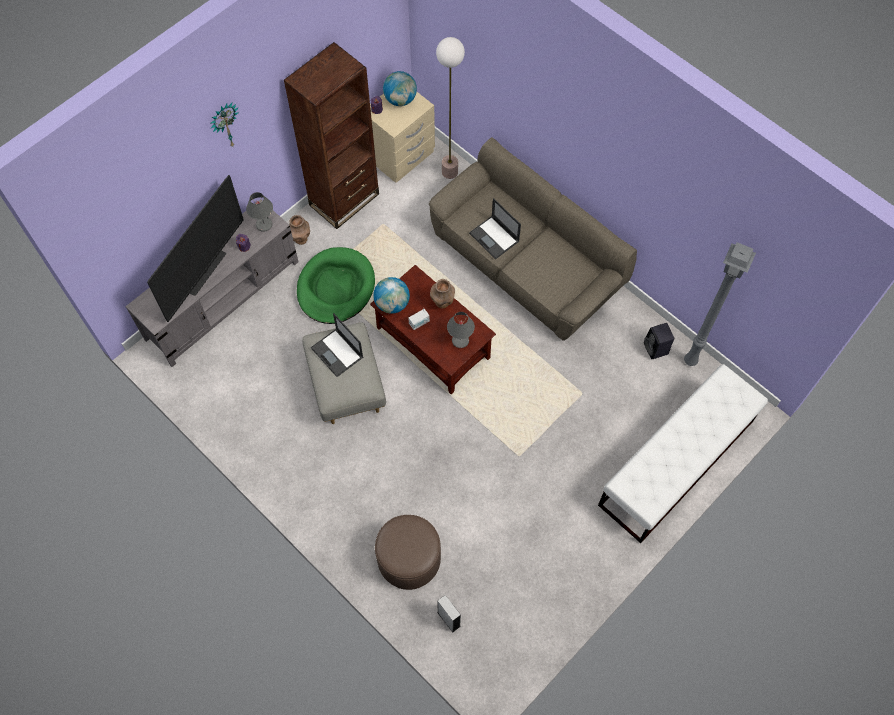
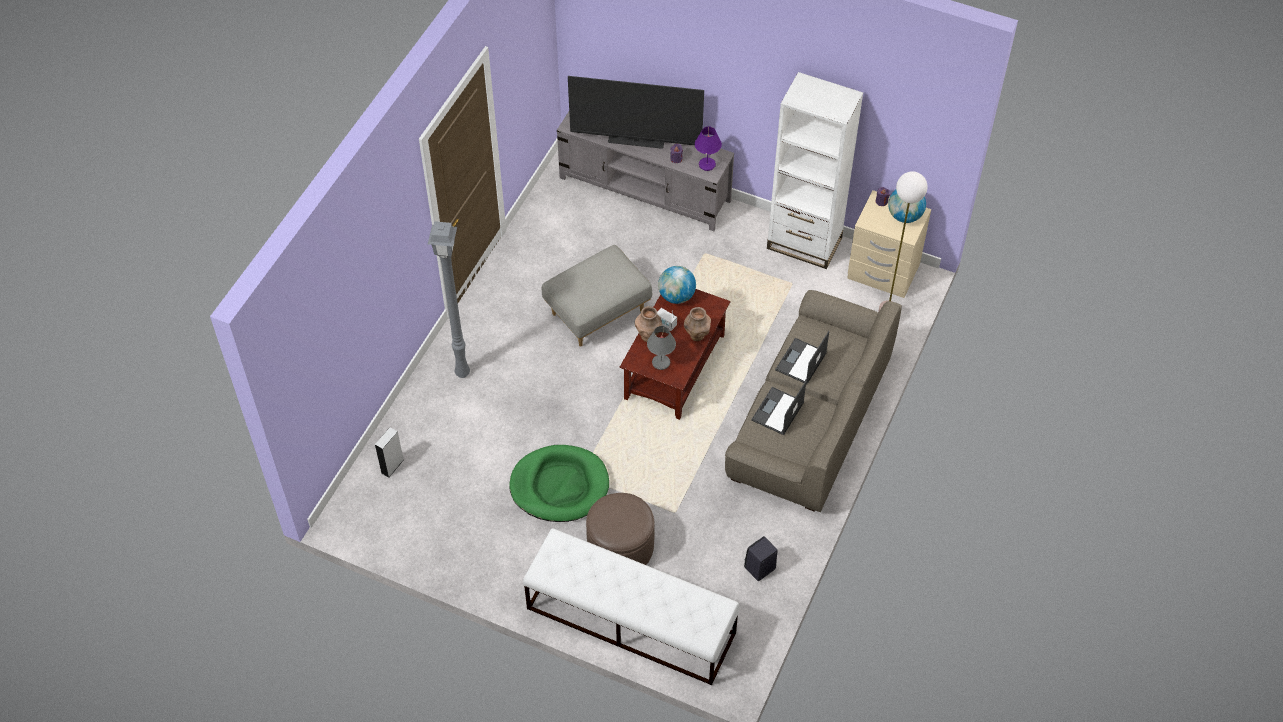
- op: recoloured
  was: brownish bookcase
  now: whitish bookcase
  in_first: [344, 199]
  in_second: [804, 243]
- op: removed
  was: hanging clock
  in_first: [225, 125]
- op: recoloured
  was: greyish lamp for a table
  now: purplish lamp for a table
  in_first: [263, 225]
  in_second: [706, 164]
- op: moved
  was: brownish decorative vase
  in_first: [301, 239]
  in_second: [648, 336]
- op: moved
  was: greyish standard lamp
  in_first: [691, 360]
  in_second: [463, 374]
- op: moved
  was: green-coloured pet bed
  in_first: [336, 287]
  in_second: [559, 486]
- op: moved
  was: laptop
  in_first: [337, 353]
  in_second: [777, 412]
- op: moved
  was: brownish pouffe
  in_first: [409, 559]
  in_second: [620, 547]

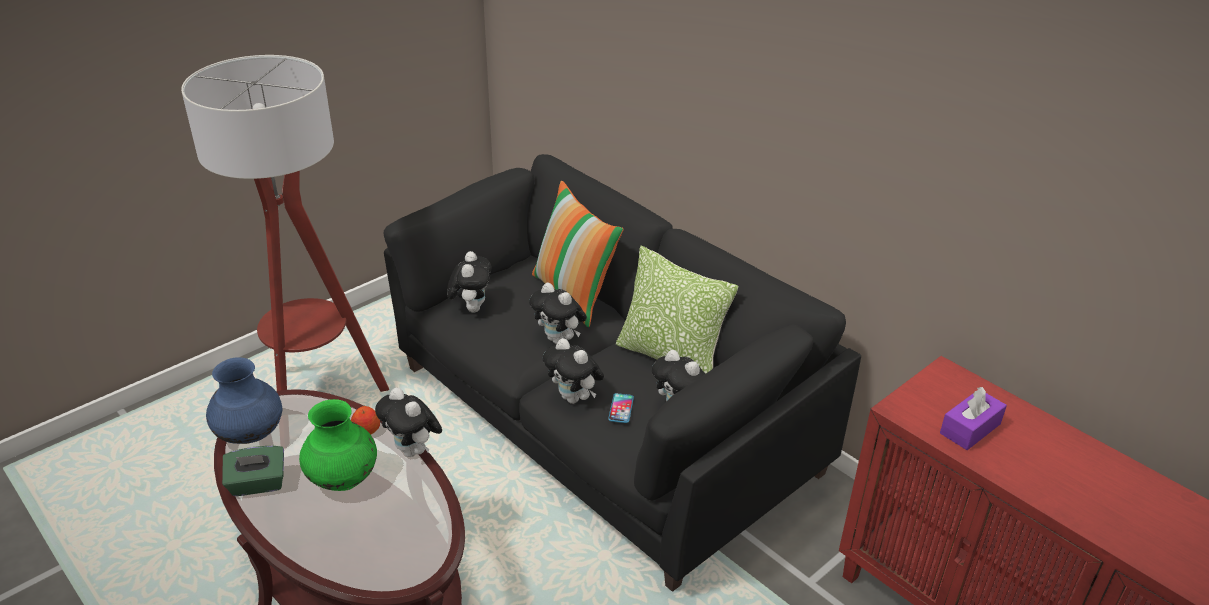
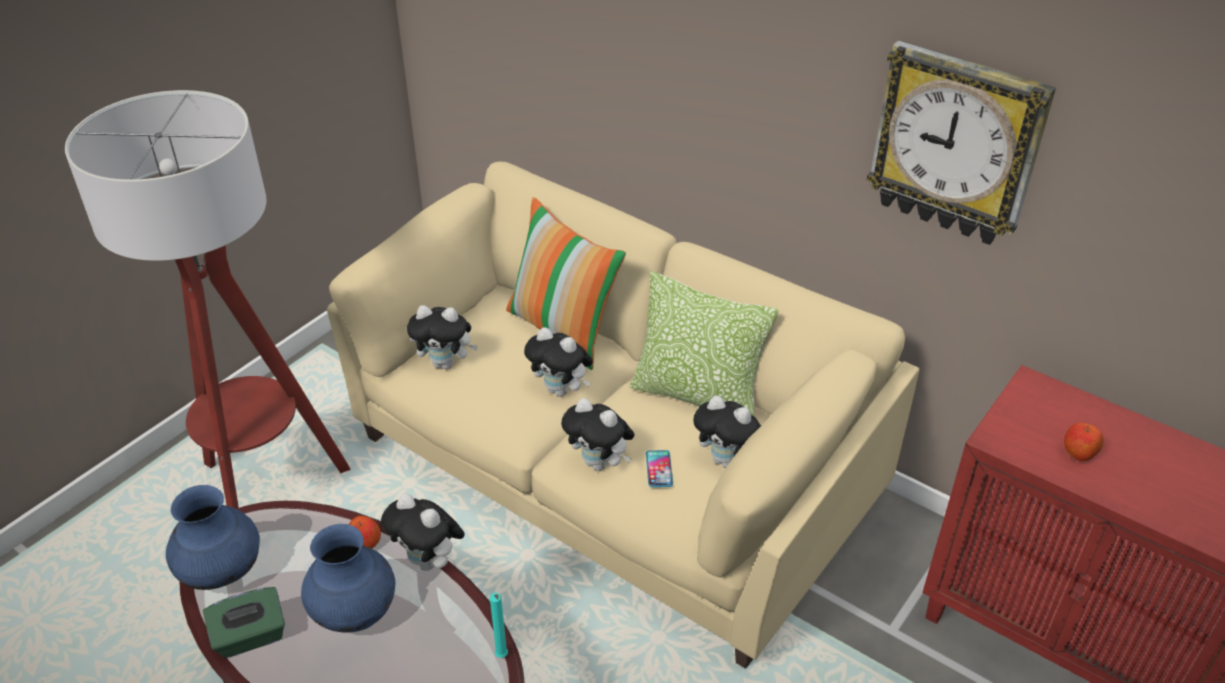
- op: recoloured
  was: blackish sofa
  now: beige sofa
  in_first: [604, 420]
  in_second: [614, 469]
- op: turned
  was: cuddly toy
  in_first: [471, 308]
  in_second: [446, 363]
  clockwise: 105
- op: replaced
  was: purplish tissue box
  now: apple
  in_first: [970, 429]
  in_second: [1079, 452]
- op: recoloured
  was: green-coloured decorative vase
  now: blue-coloured decorative vase
  in_first: [343, 480]
  in_second: [355, 613]
- op: added
  now: hanging clock
  in_second: [956, 144]
- op: added
  now: turquoise-coloured wax candle
  in_second: [502, 657]

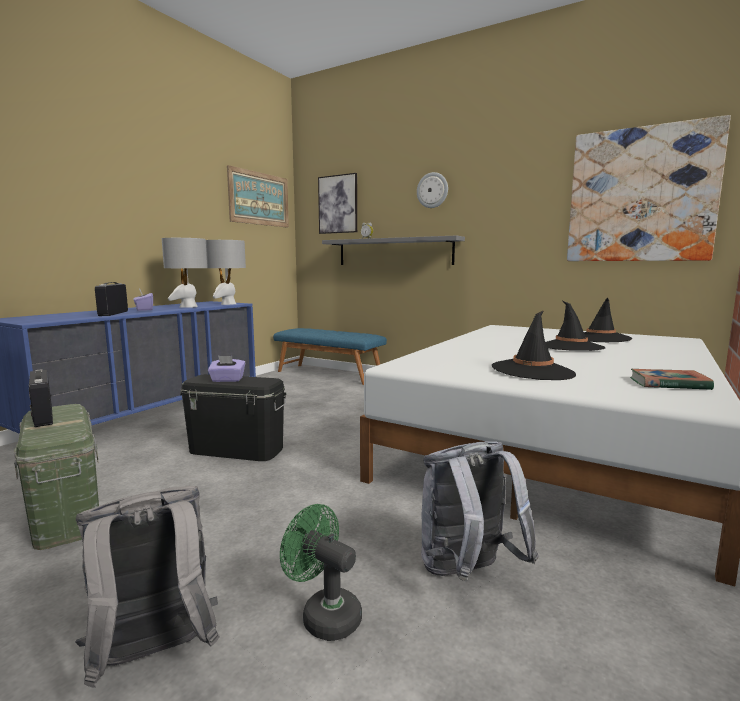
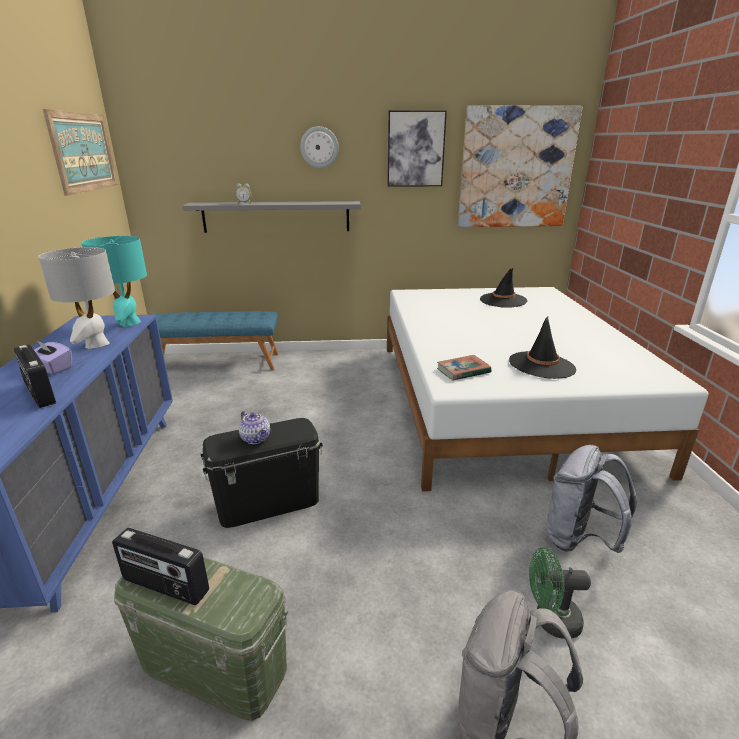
- op: moved
  was: picture
  in_first: [338, 204]
  in_second: [415, 149]
- op: recoloured
  was: greyish lamp for a table
  now: turquoise-coloured lamp for a table
  in_first: [228, 304]
  in_second: [129, 323]
- op: removed
  was: blackish hat
  in_first: [570, 347]
- op: replaced
  was: purplish tissue box
  now: tea pot
  in_first: [227, 380]
  in_second: [255, 438]
- op: moved
  was: book
  in_first: [669, 384]
  in_second: [463, 371]

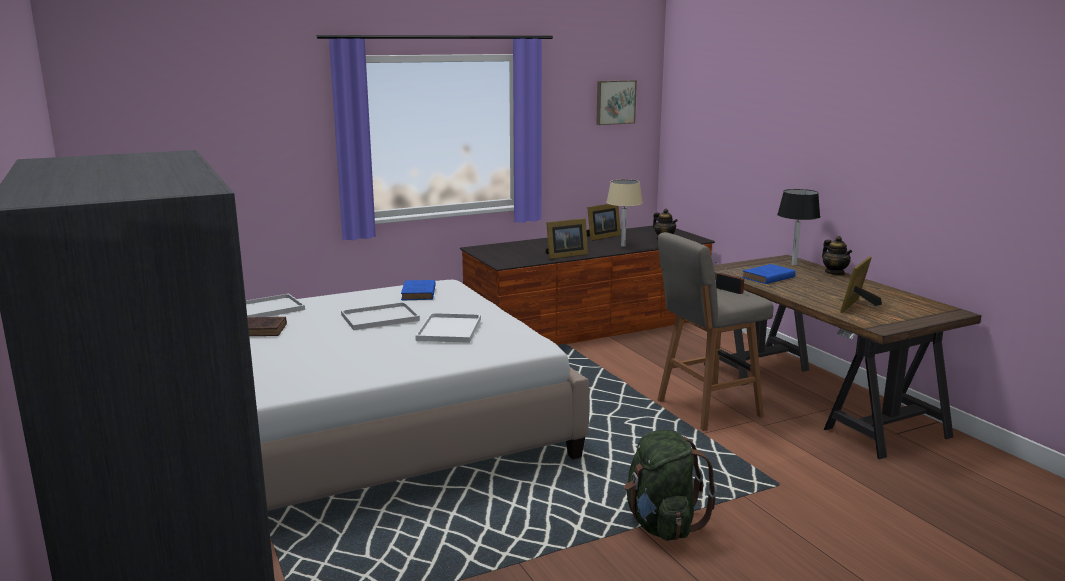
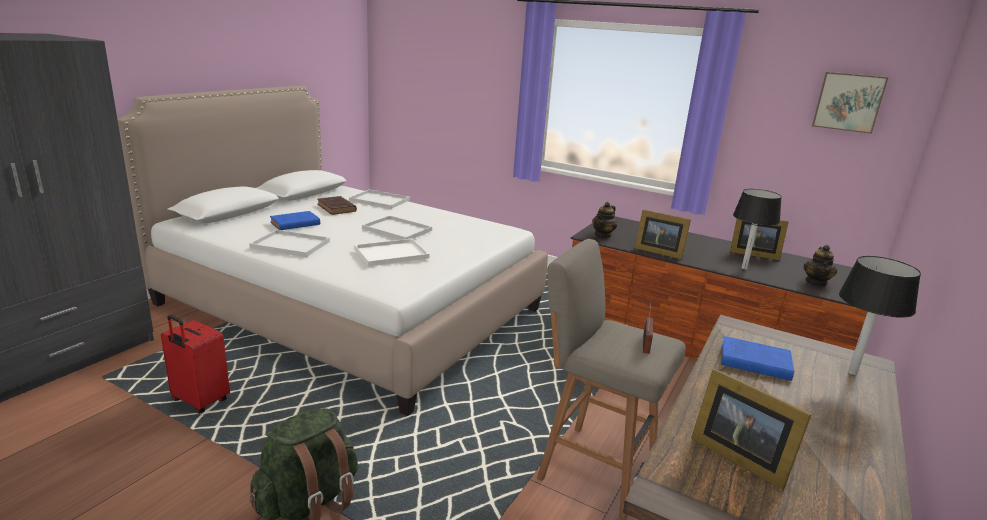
- op: recoloured
  was: beige lamp for a table
  now: blackish lamp for a table
  in_first: [623, 246]
  in_second: [744, 268]
- op: moved
  was: tea pot
  in_first: [835, 273]
  in_second: [603, 235]
- op: turned
  was: picture frame
  in_first: [857, 306]
  in_second: [737, 455]
  clockwise: -135
- op: moved
  was: blue-coloured book
  in_first: [418, 294]
  in_second: [294, 224]
- op: added
  now: whitish serving tray
  in_second: [292, 244]
- op: added
  now: red travel case
  in_second: [199, 401]

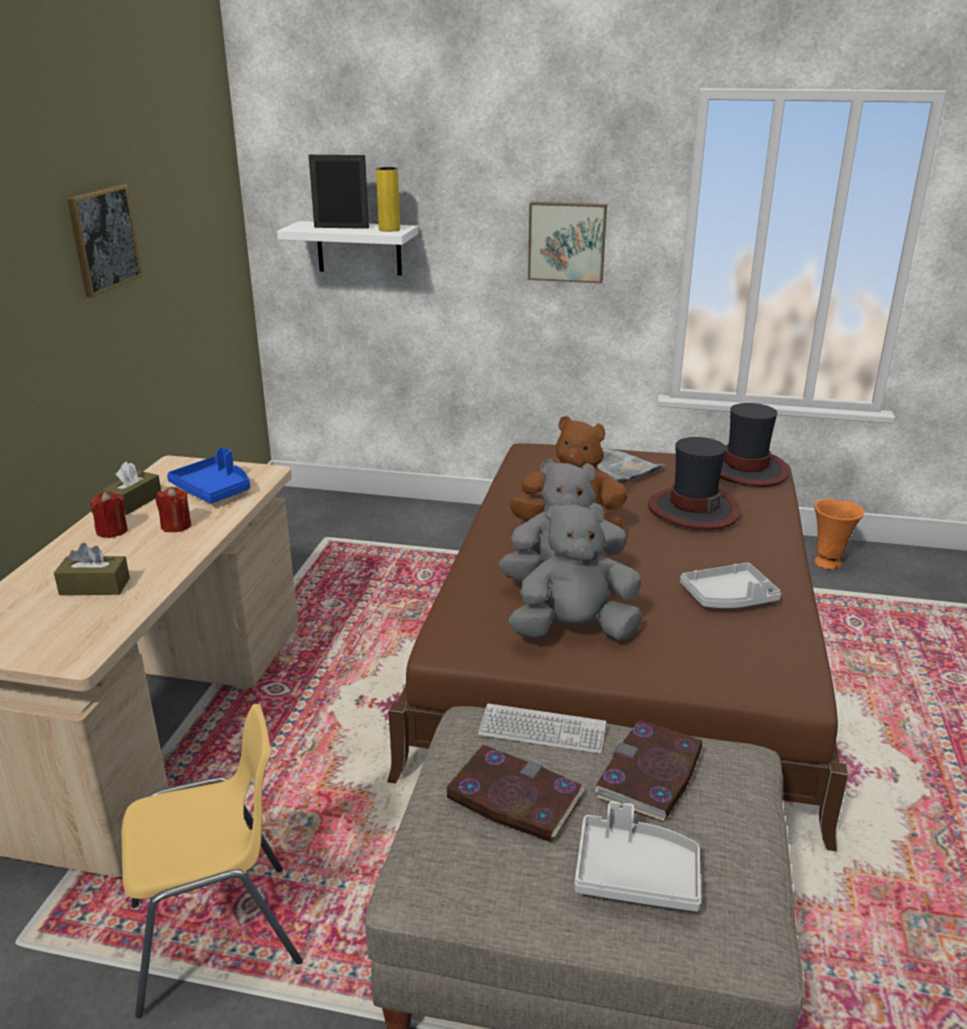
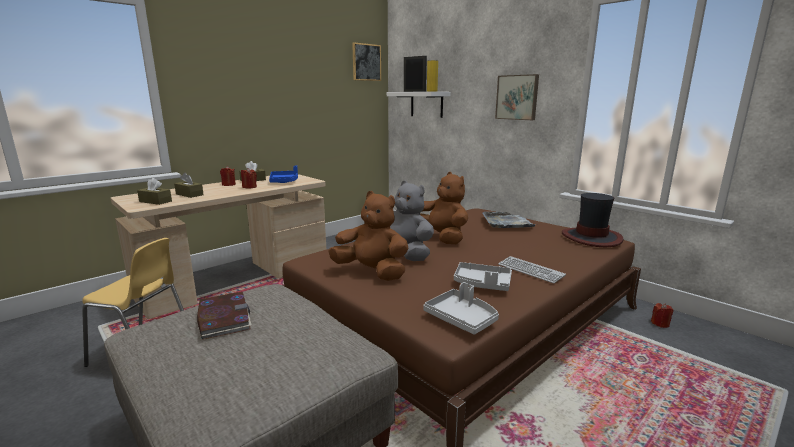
- op: moved
  was: picture
  in_first: [103, 239]
  in_second: [366, 62]
- op: removed
  was: hat
  in_first: [693, 509]
- op: replaced
  was: orange decorative vase
  now: red wax candle
  in_first: [828, 563]
  in_second: [660, 324]
- op: recoloured
  was: greyish cuddly toy
  now: brownish cuddly toy
  in_first: [574, 631]
  in_second: [372, 272]
- op: moved
  was: PC keyboard
  in_first: [542, 731]
  in_second: [530, 270]
- op: removed
  was: book
  in_first: [650, 775]
- op: moved
  was: greyish serving tray
  in_first: [635, 874]
  in_second: [462, 319]
- op: added
  now: brownish tissue box
  in_second: [155, 201]

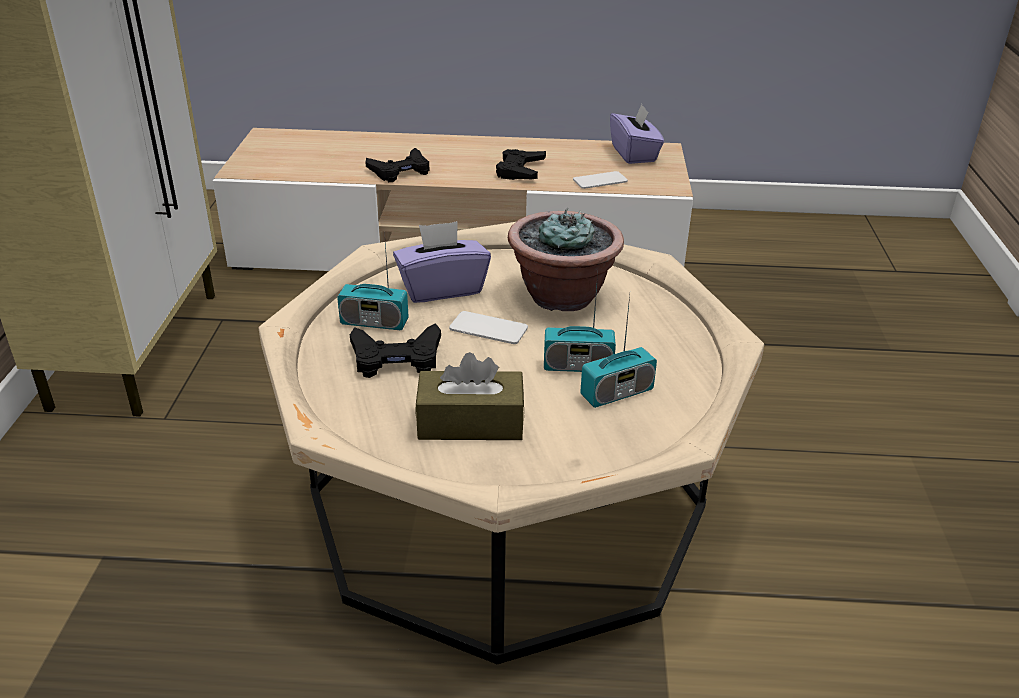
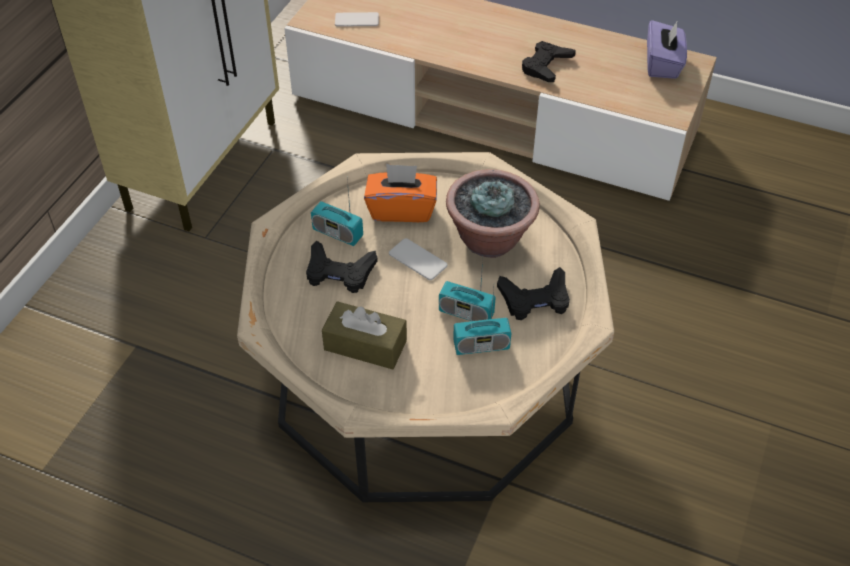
- op: moved
  was: blackish joypad
  in_first: [400, 171]
  in_second: [535, 299]
- op: moved
  was: handset
  in_first: [600, 181]
  in_second: [357, 20]
- op: recoloured
  was: purplish tissue box
  now: orange tissue box
  in_first: [441, 288]
  in_second: [401, 209]

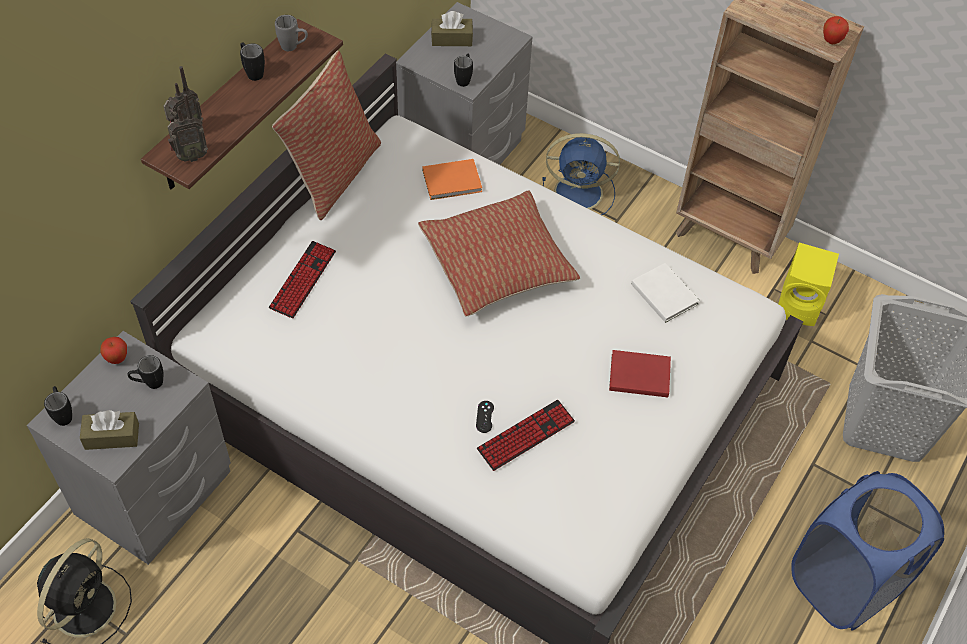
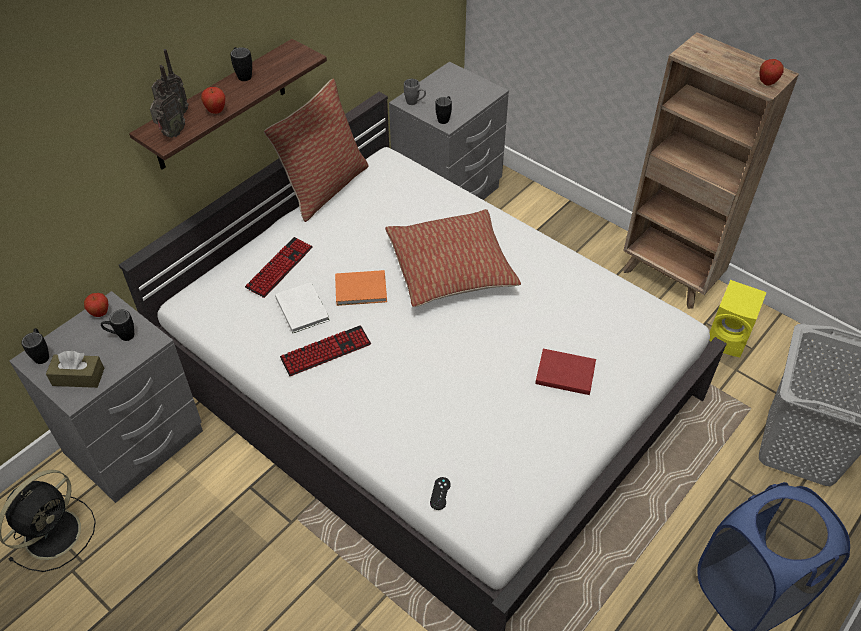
- op: removed
  was: brownish tissue box
  in_first: [452, 39]
- op: moved
  was: greyish coffee mug
  in_first: [294, 47]
  in_second: [415, 103]
- op: turned
  was: radio set
  in_first: [190, 156]
  in_second: [171, 134]
  clockwise: -45
- op: removed
  was: blue-coloured electric fan
  in_first: [580, 193]
- op: moved
  was: orange book
  in_first: [453, 181]
  in_second: [362, 290]
- op: moved
  was: whitish book
  in_first: [664, 293]
  in_second: [302, 308]
- op: moved
  was: PC keyboard
  in_first: [526, 436]
  in_second: [326, 351]
- op: moved
  was: blackish joypad
  in_first: [485, 417]
  in_second: [440, 493]
- op: added
  now: apple
  in_second: [216, 111]

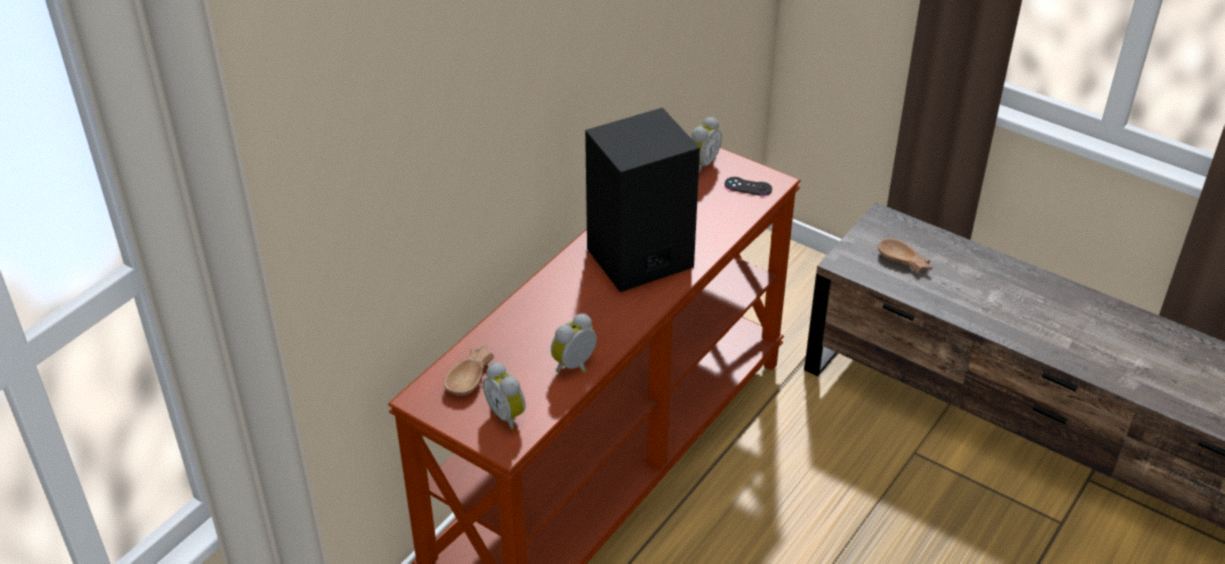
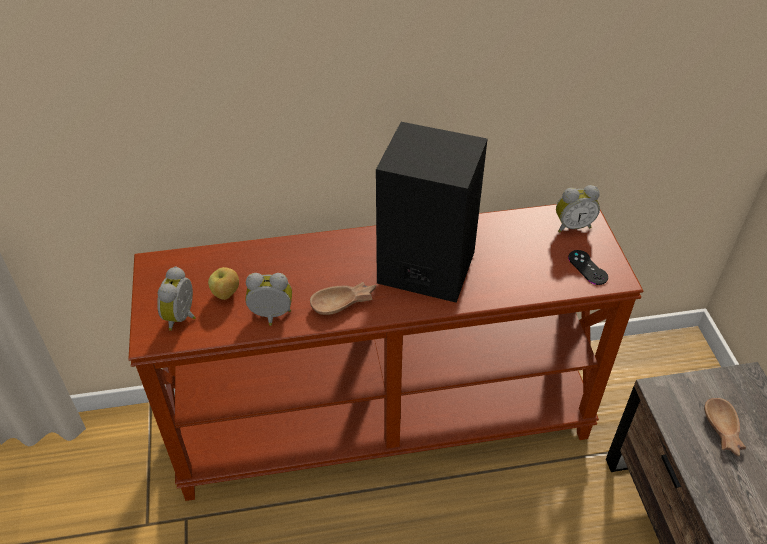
- op: moved
  was: brownish deep dish
  in_first: [472, 375]
  in_second: [344, 303]
- op: added
  now: apple
  in_second: [226, 294]

